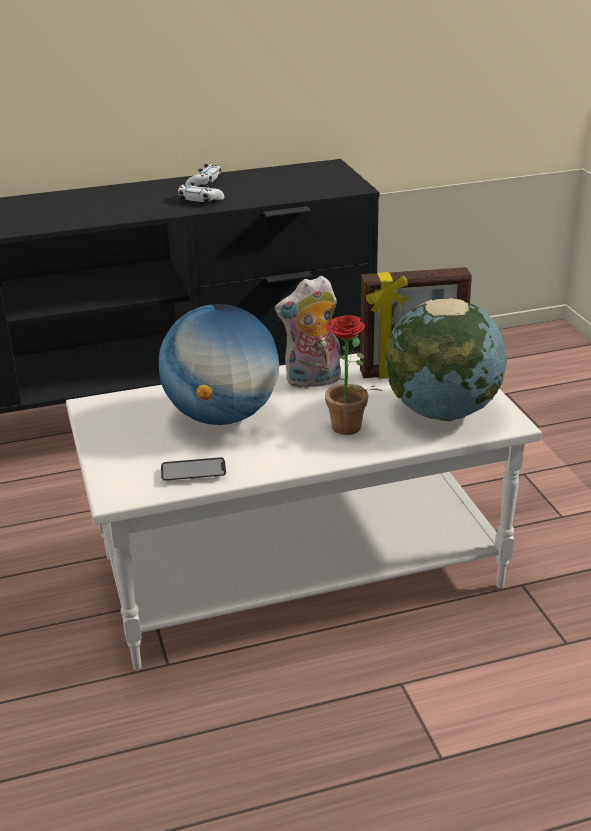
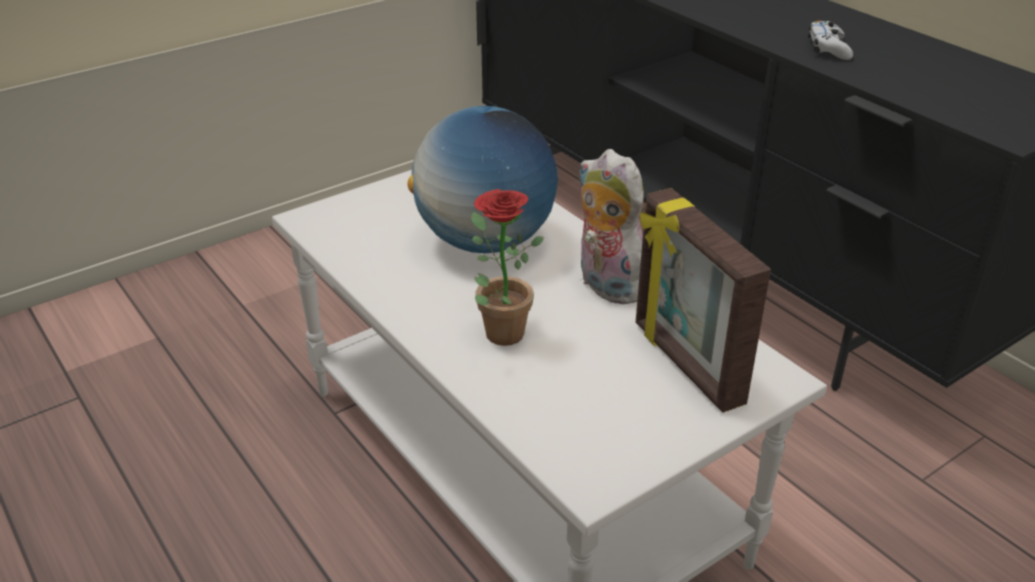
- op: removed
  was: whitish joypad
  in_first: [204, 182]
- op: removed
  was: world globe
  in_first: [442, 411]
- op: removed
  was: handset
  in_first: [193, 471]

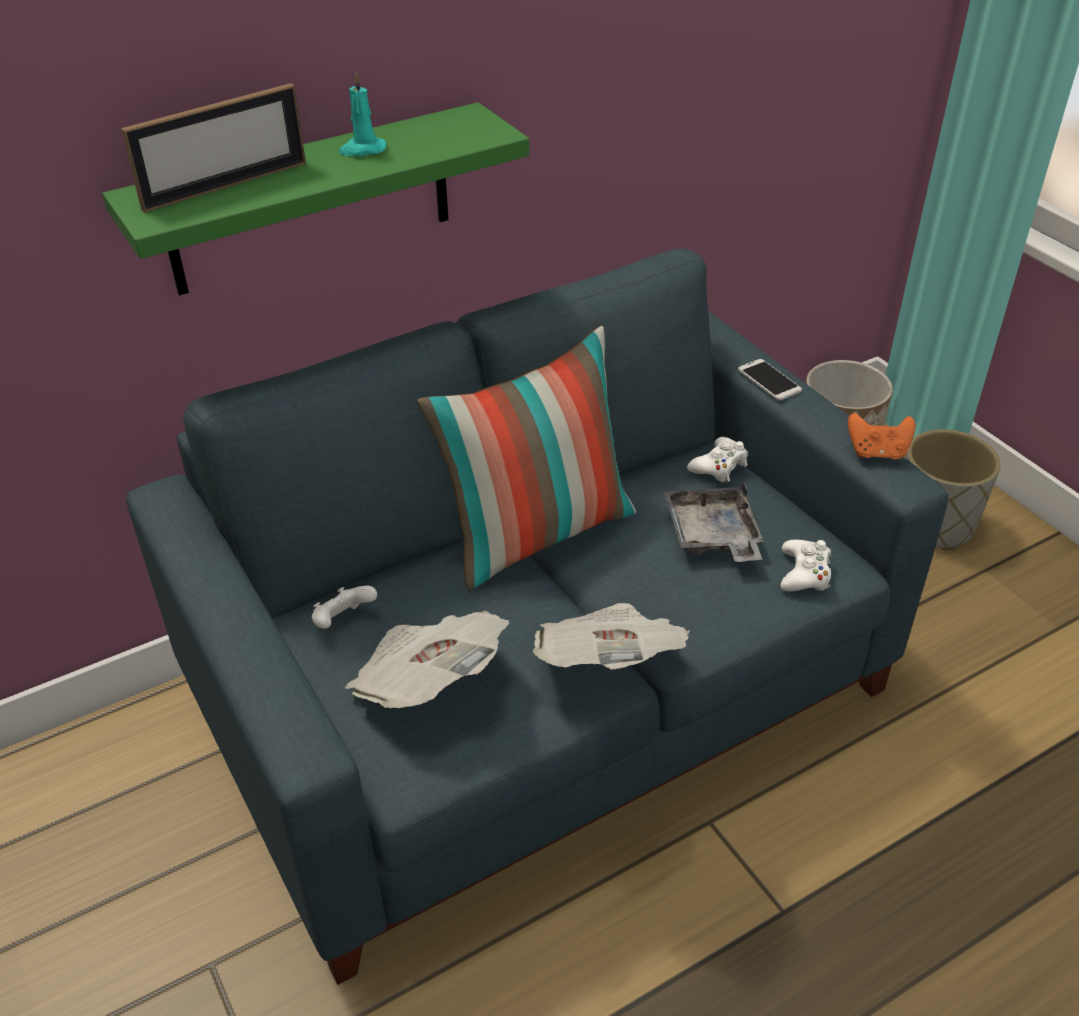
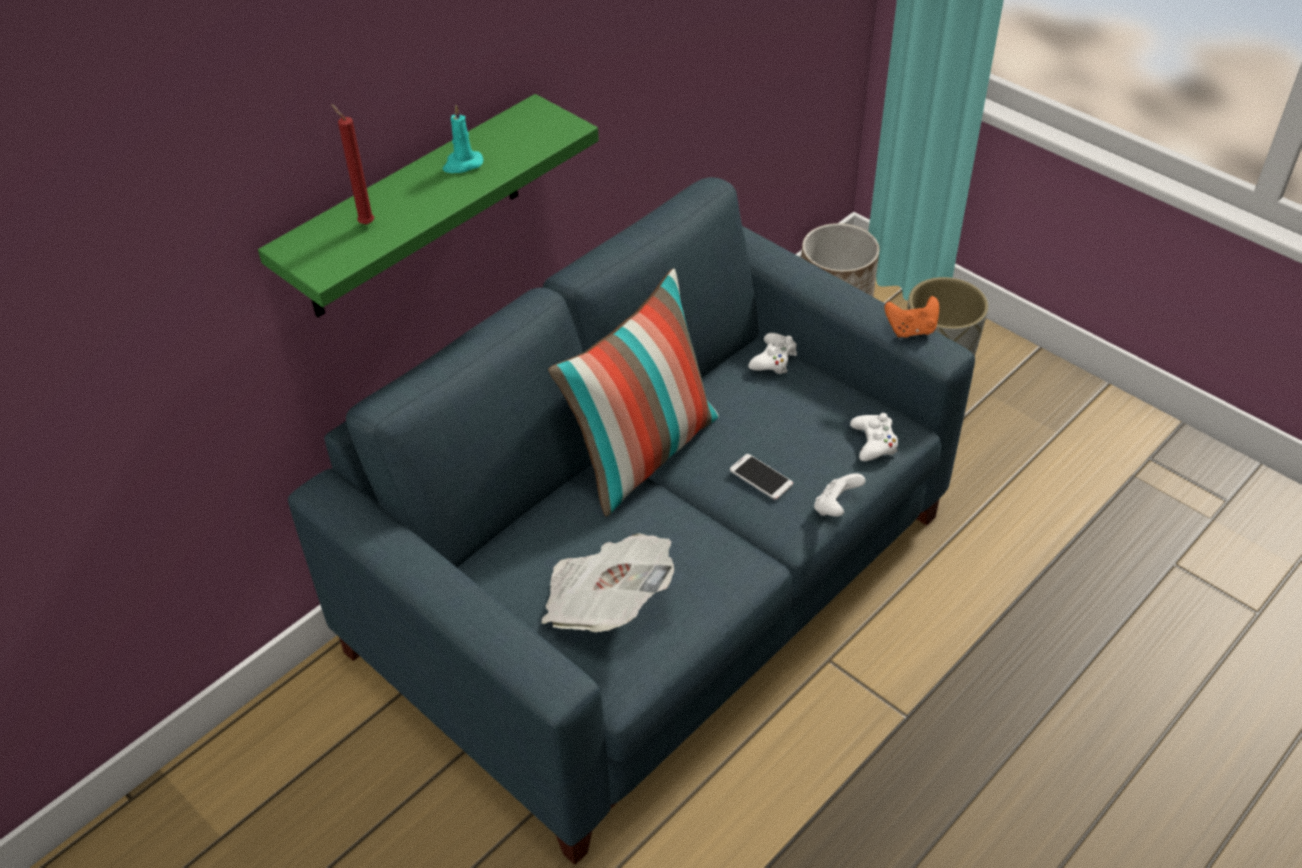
- op: replaced
  was: picture frame
  now: red wax candle
  in_first: [226, 185]
  in_second: [365, 223]
- op: moved
  was: handset
  in_first: [769, 380]
  in_second: [761, 477]
- op: removed
  was: greyish serving tray
  in_first: [712, 536]
- op: moved
  was: whitish joypad
  in_first: [343, 621]
  in_second: [836, 507]
- op: removed
  was: daily paper
  in_first: [608, 664]

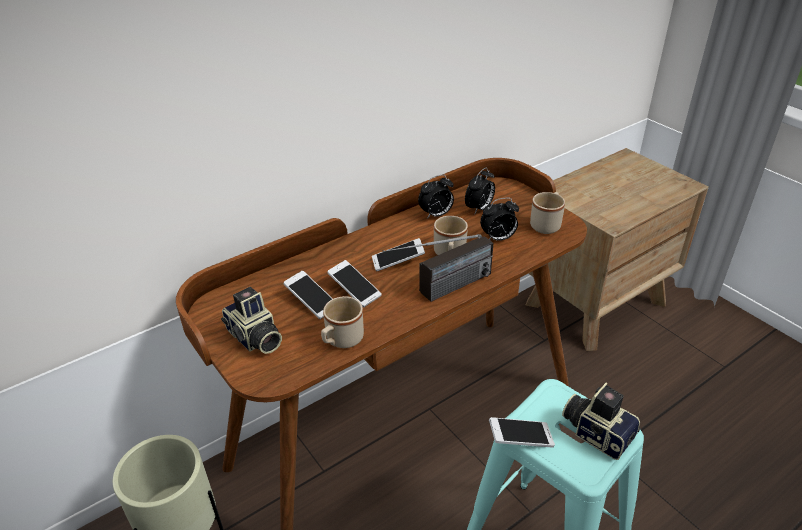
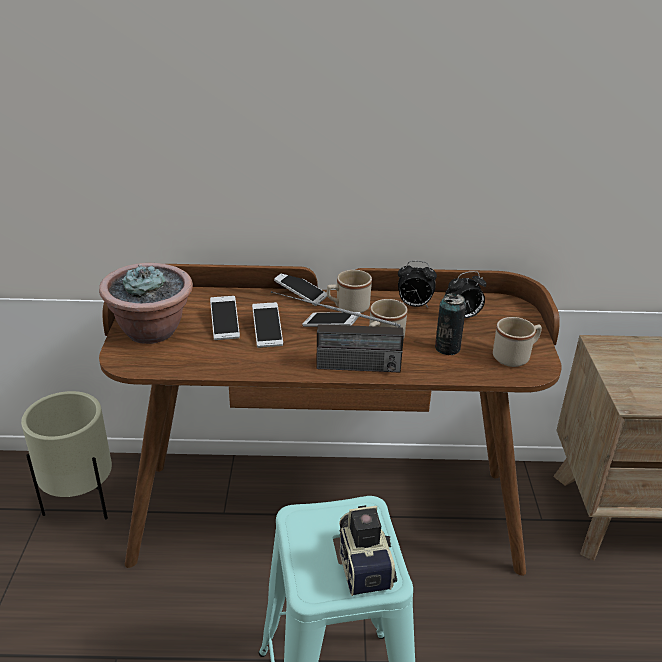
- op: replaced
  was: bedside clock
  now: metal can
  in_first: [498, 238]
  in_second: [447, 348]
- op: replaced
  was: photo camera
  now: plant in a pot
  in_first: [254, 338]
  in_second: [152, 331]
- op: moved
  was: beige coffee mug
  in_first: [341, 341]
  in_second: [348, 308]
- op: moved
  was: handset
  in_first: [520, 439]
  in_second: [301, 294]

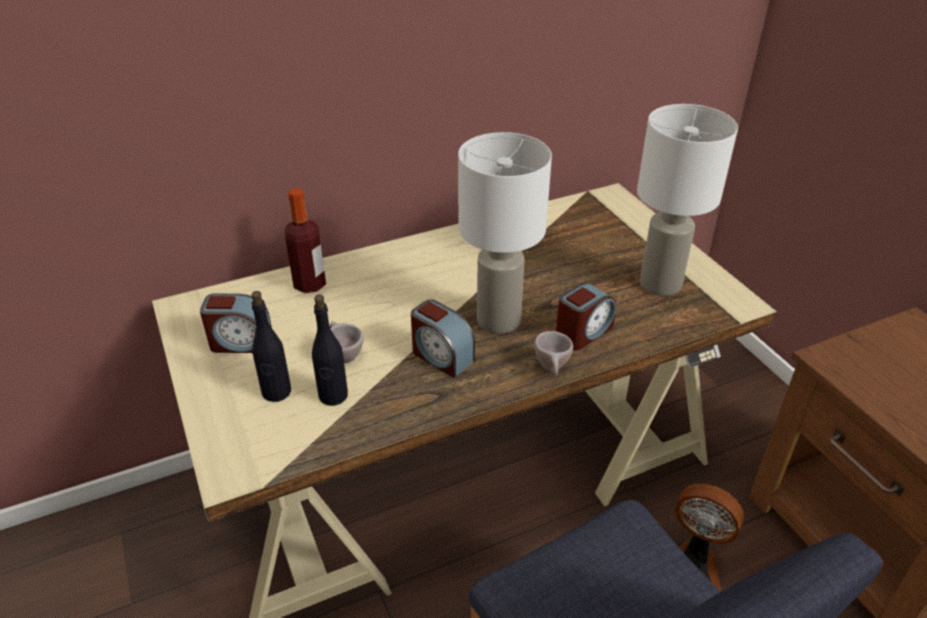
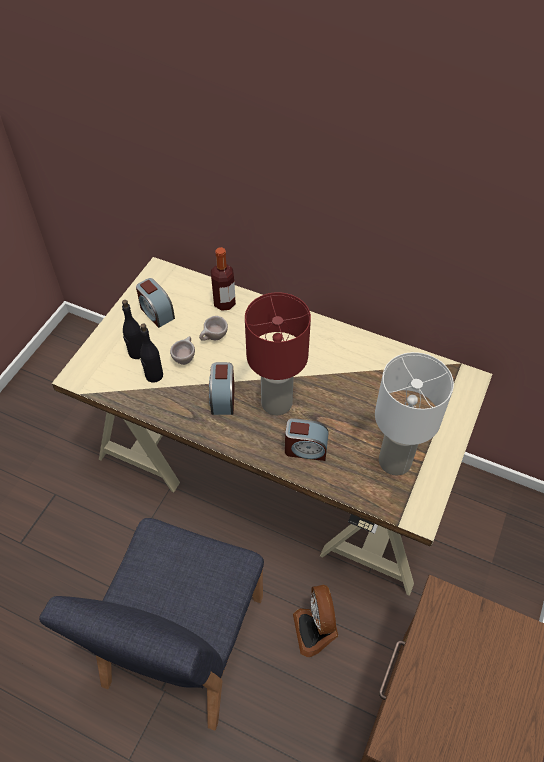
- op: recoloured
  was: whitish lamp for a table
  now: red lamp for a table
  in_first: [499, 321]
  in_second: [276, 404]
- op: moved
  was: beige small cup
  in_first: [552, 369]
  in_second: [213, 338]

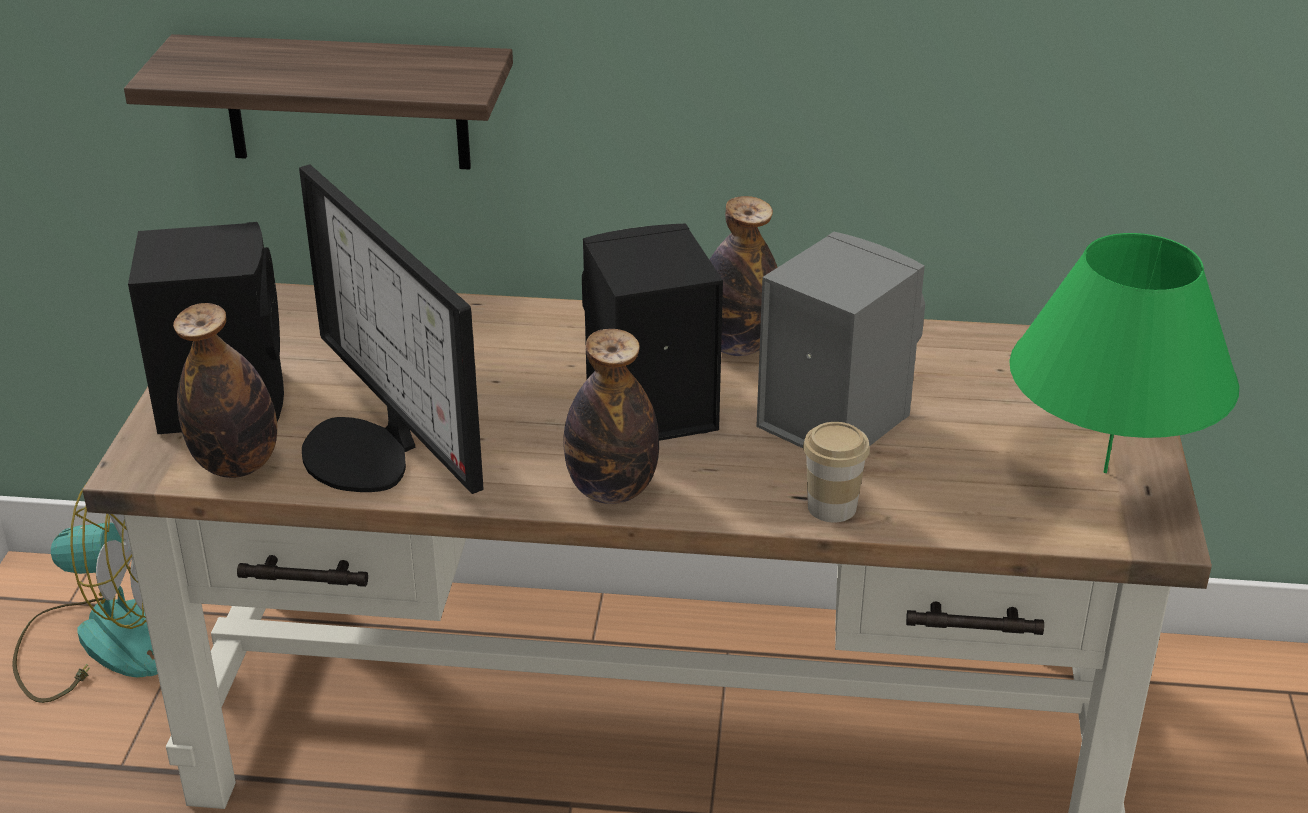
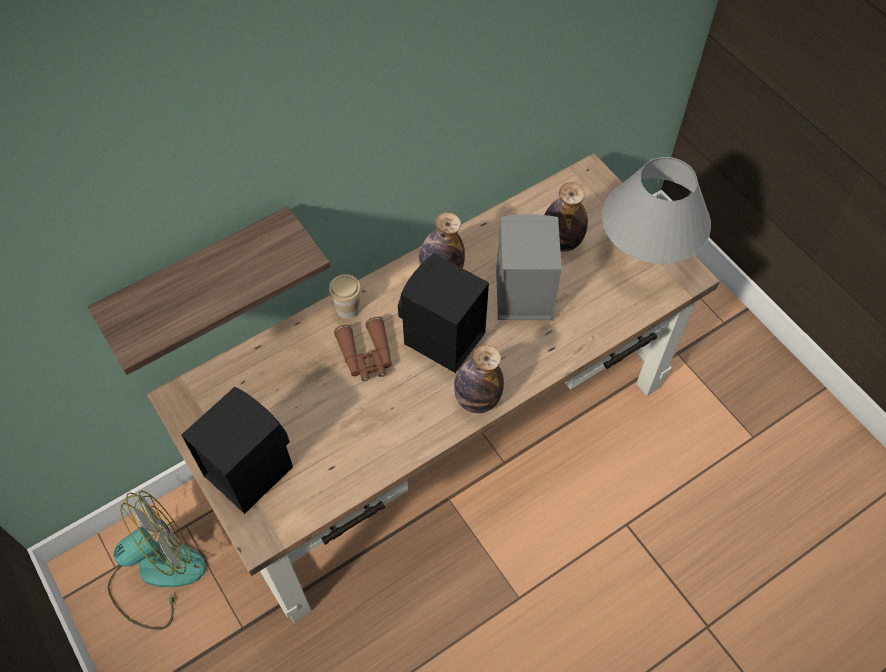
- op: removed
  was: computer display
  in_first: [370, 452]
- op: recoloured
  was: green-coloured lamp for a table
  now: greyish lamp for a table
  in_first: [1105, 472]
  in_second: [645, 254]
- op: moved
  was: beverage bottle
  in_first: [237, 464]
  in_second: [561, 241]
- op: moved
  was: small cup
  in_first: [832, 507]
  in_second: [348, 308]
- op: added
  now: brownish binoculars
  in_second: [366, 356]

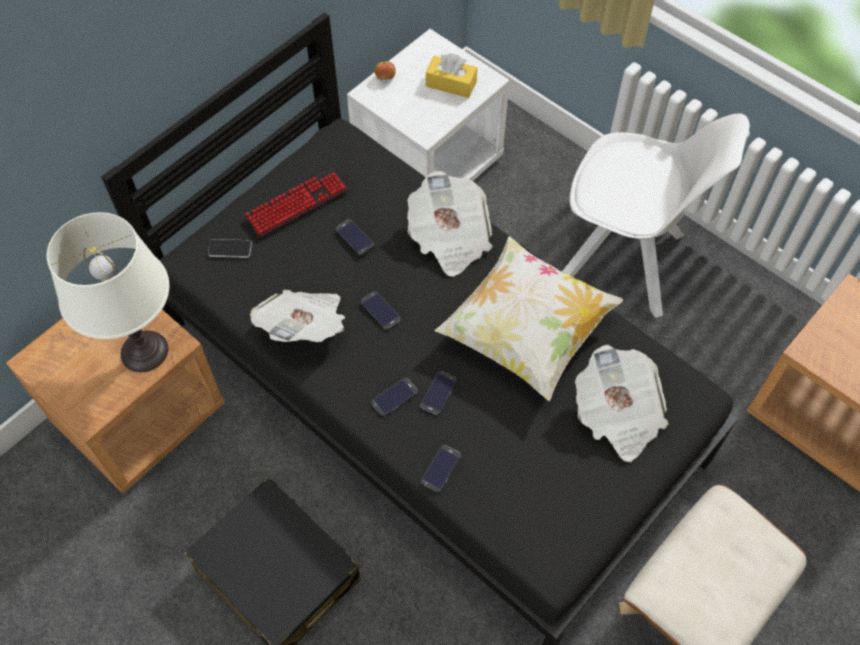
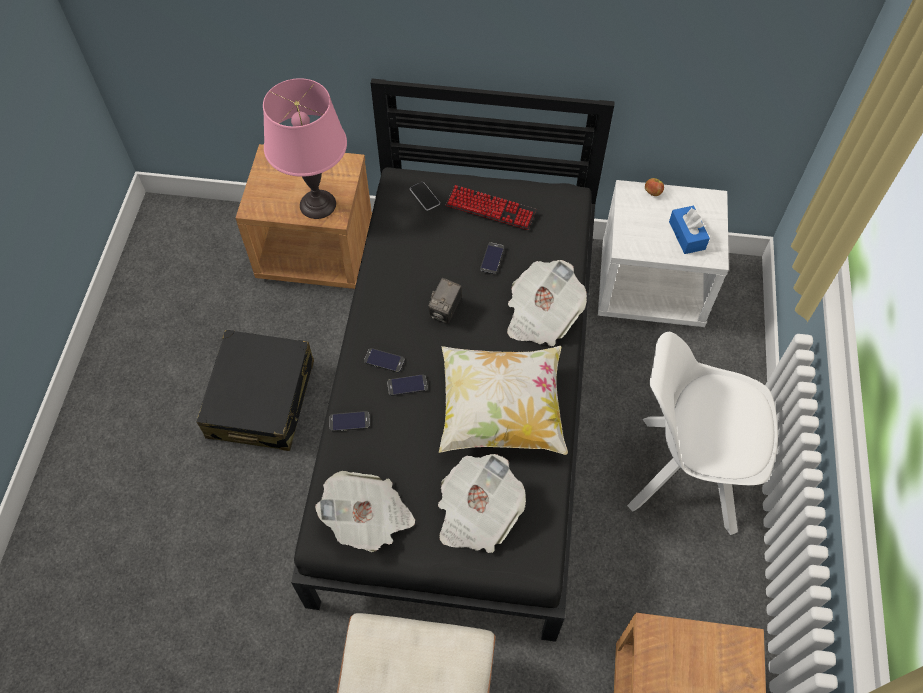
- op: recoloured
  was: yellow-coloured tissue box
  now: blue-coloured tissue box
  in_first: [451, 84]
  in_second: [687, 235]
- op: turned
  was: whitish plain chair
  in_first: [623, 261]
  in_second: [683, 472]
  clockwise: 120
- op: recoloured
  was: whitish lamp for a table
  now: pinkish lamp for a table
  in_first: [144, 351]
  in_second: [318, 204]
- op: moved
  was: daily paper
  in_first: [305, 327]
  in_second: [369, 519]
- op: replaced
  was: handset
  now: photo camera
  in_first: [380, 311]
  in_second: [445, 310]

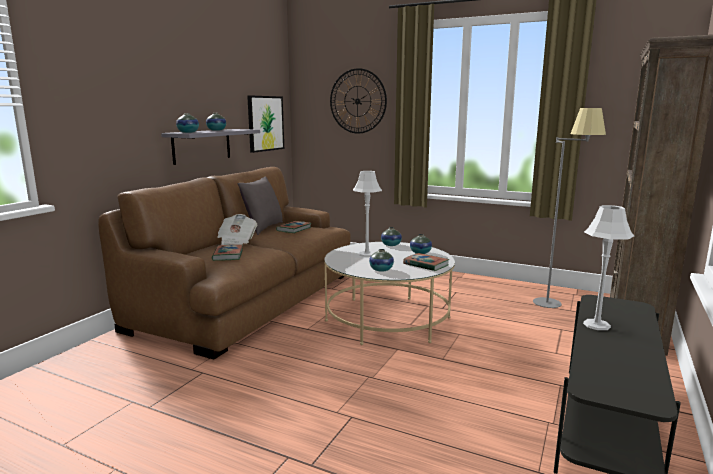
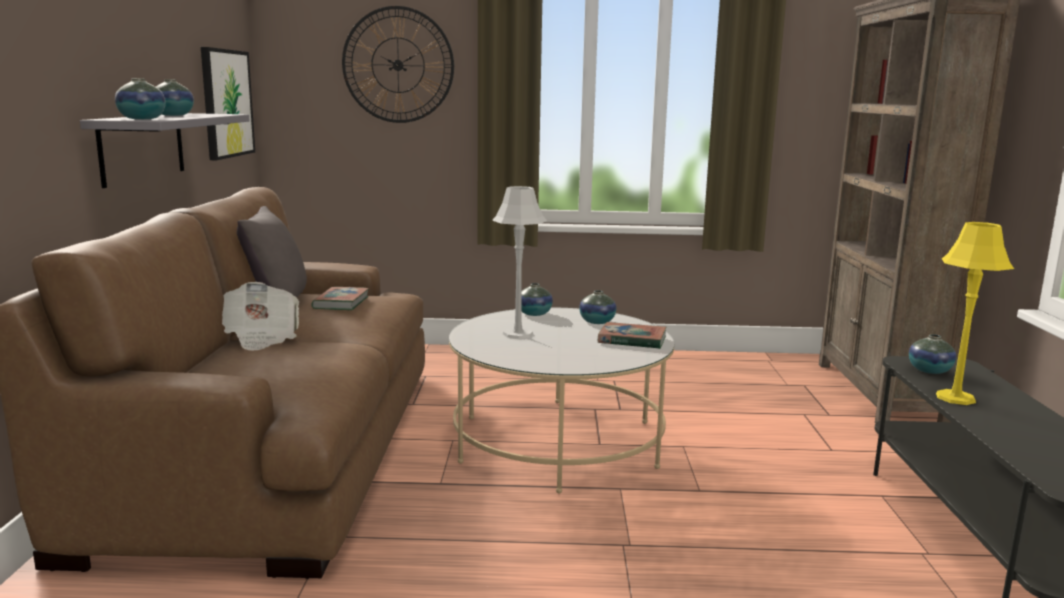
- op: removed
  was: greyish standard lamp
  in_first: [558, 301]
- op: recoloured
  was: greyish lamp for a table
  now: yellow-coloured lamp for a table
  in_first: [597, 325]
  in_second: [956, 398]
- op: removed
  was: book
  in_first: [228, 255]
- op: moved
  was: decorative vase
  in_first: [381, 270]
  in_second: [929, 371]

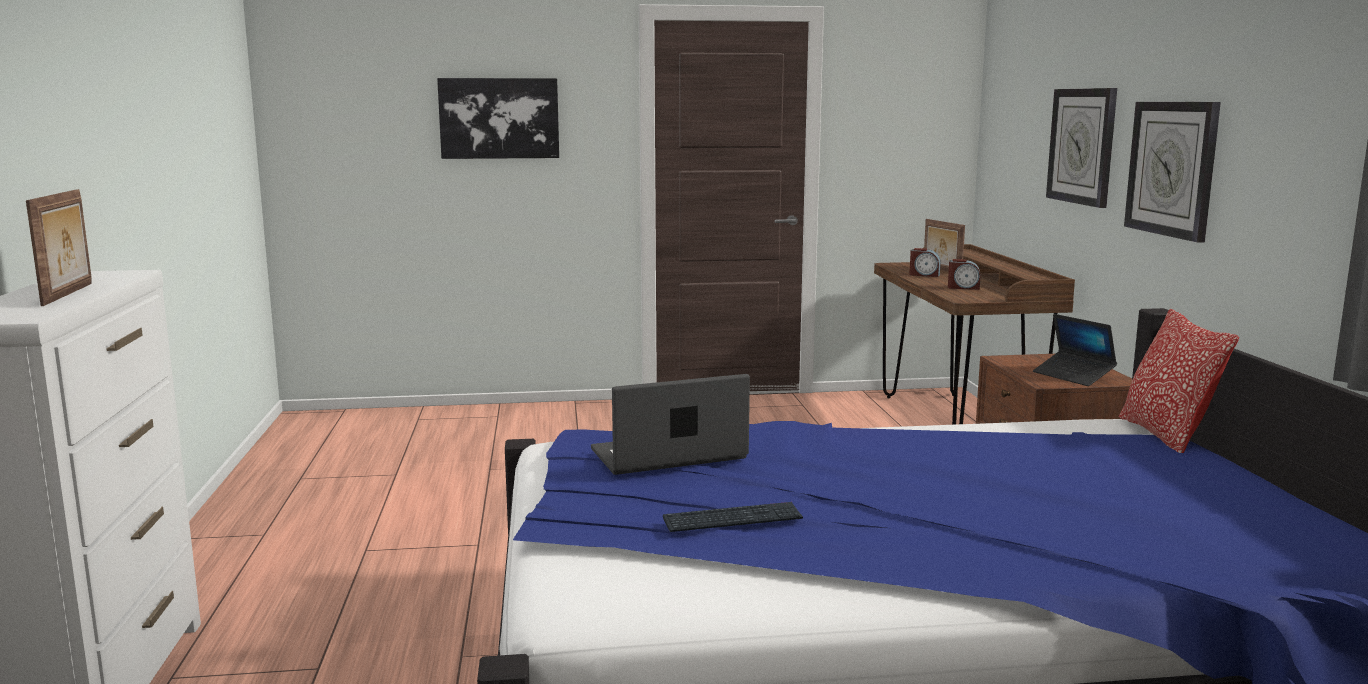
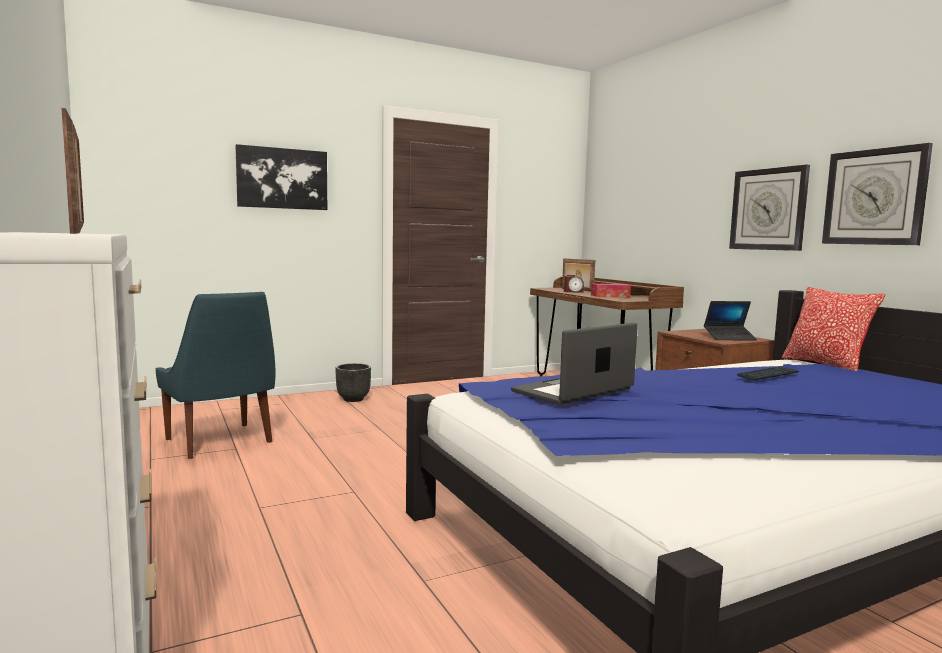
- op: moved
  was: hanging clock
  in_first: [1082, 146]
  in_second: [874, 197]
- op: replaced
  was: bedside clock
  now: tissue box
  in_first: [963, 287]
  in_second: [610, 296]
- op: turned
  was: laptop
  in_first: [1073, 376]
  in_second: [729, 338]
  clockwise: -45
- op: moved
  was: PC keyboard
  in_first: [732, 520]
  in_second: [768, 375]
- op: added
  now: blue-coloured plain chair
  in_second: [220, 442]
- op: added
  now: blackish flower pot
  in_second: [353, 399]

